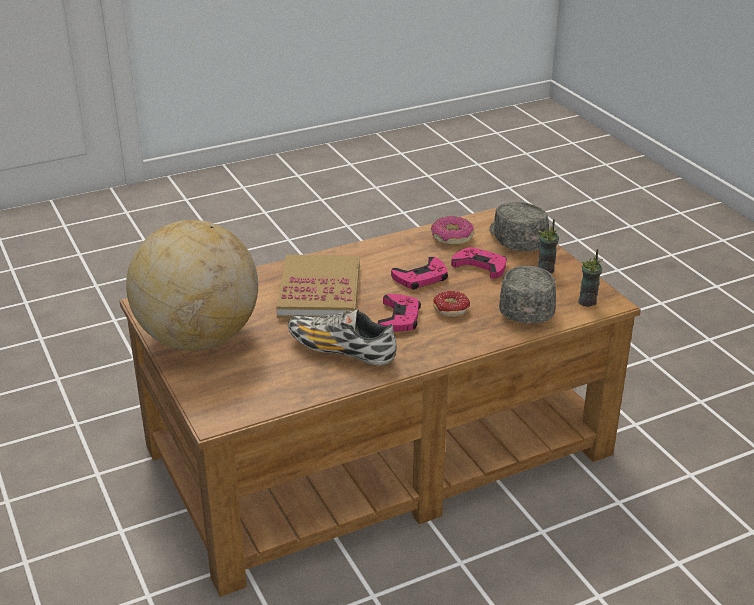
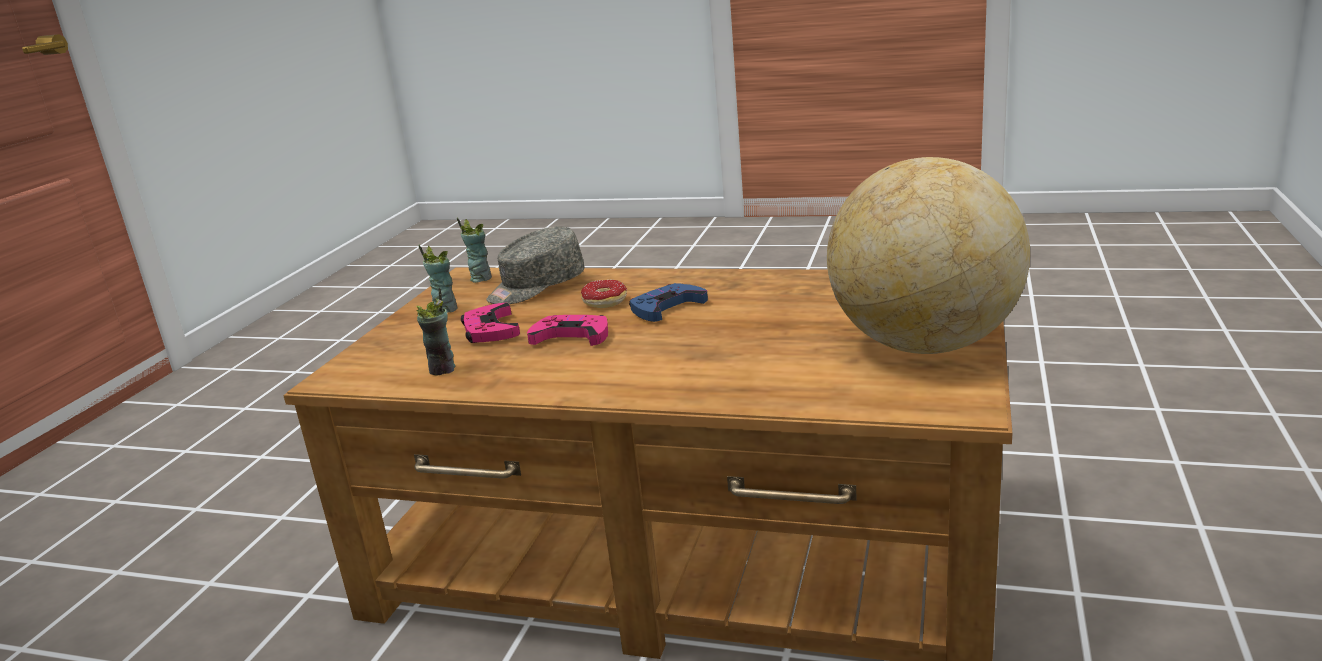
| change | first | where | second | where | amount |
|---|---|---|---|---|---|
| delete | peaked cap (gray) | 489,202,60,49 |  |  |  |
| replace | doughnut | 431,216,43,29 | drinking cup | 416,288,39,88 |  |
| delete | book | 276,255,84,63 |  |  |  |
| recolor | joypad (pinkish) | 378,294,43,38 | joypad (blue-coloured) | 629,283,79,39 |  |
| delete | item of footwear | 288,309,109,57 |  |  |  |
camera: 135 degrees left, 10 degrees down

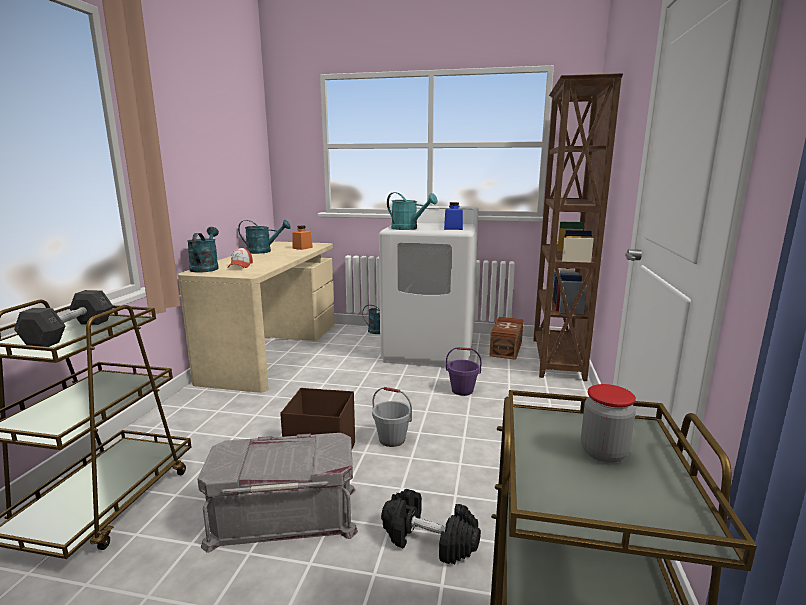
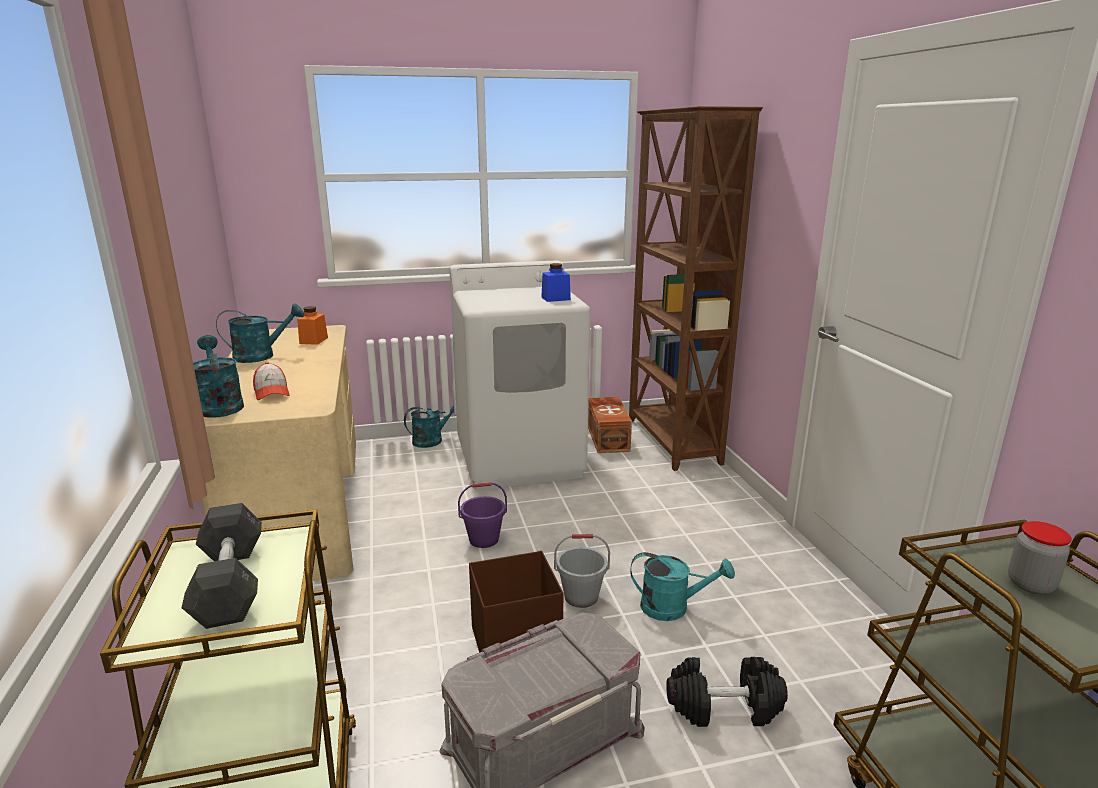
| change | first | where | second | where | amount |
|---|---|---|---|---|---|
| move | watering can (turquoise-coloured) | 387,192,51,38 |  | 630,552,105,69 |  |
| move | bucket (purple-coloured) | 446,347,36,49 |  | 458,482,49,66 |  |
camera: 25 degrees left, 5 degrees up

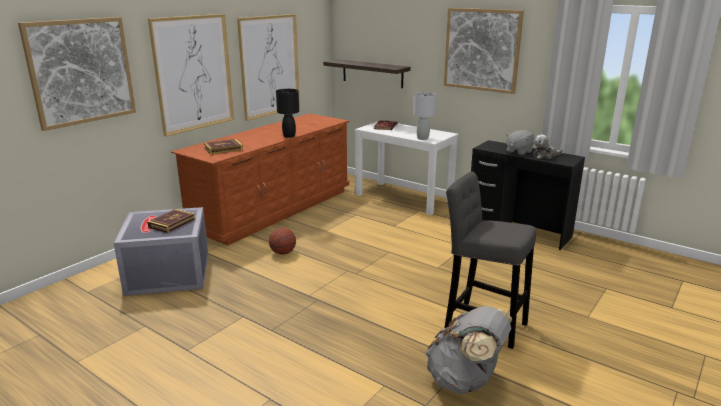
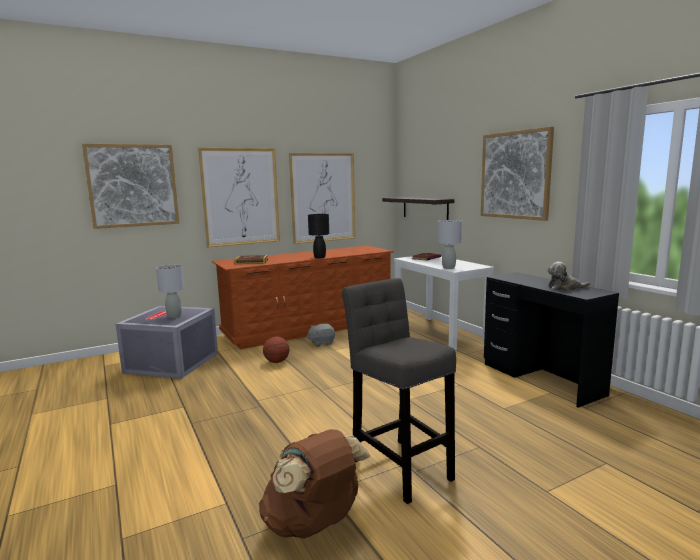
| change | first | where | second | where | amount |
|---|---|---|---|---|---|
| move | cuddly toy (gray) | 506,130,29,25 |  | 307,324,28,22 |  |
| replace | book | 147,209,49,24 | tabletop lamp (gray) | 156,265,28,53 |  |
| recolor | backpack (gray) | 426,306,86,88 | backpack (brownish) | 259,429,111,110 |  |
camera: 25 degrees right, 10 degrees down

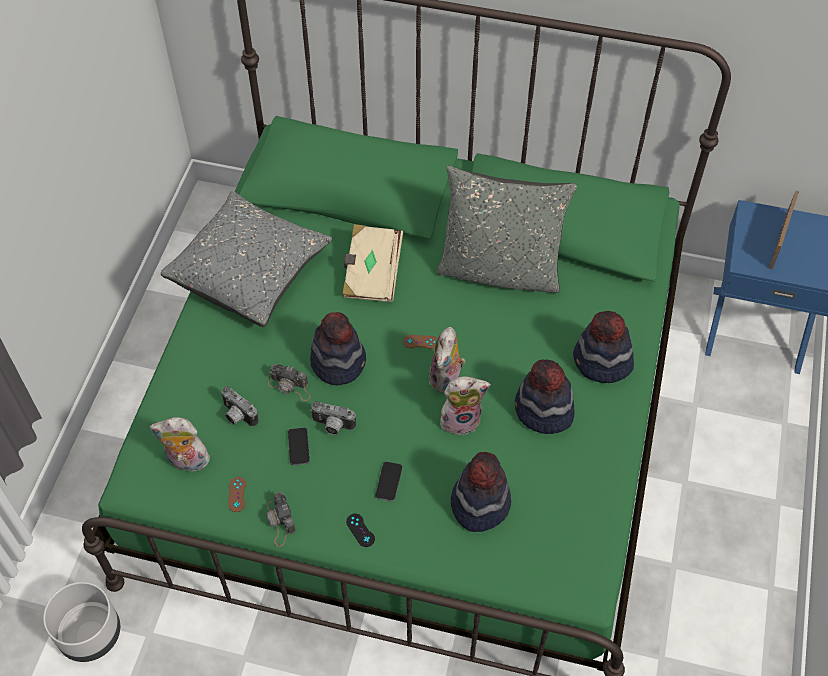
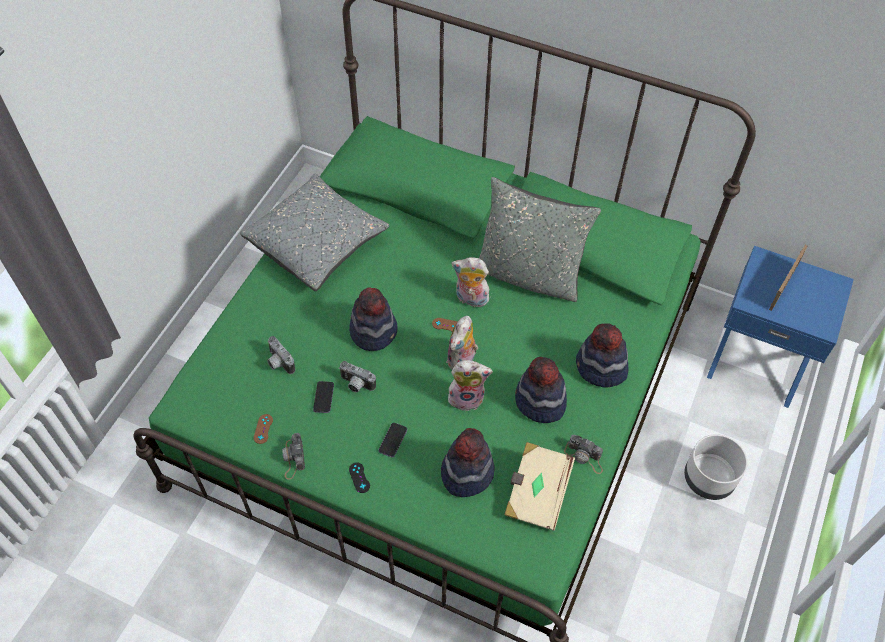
| change | first | where | second | where | amount |
|---|---|---|---|---|---|
| move | book (beige-coloured) | 342,224,61,78 |  | 504,442,71,89 |  |
| move | still camera | 268,364,43,37 |  | 564,435,39,39 |  |
| move | cuddly toy | 149,417,61,58 |  | 452,257,37,50 |  |
| move | planter (gray) | 43,582,77,80 |  | 684,434,64,66 |  |
camera: 10 degrees right, 0 degrees up

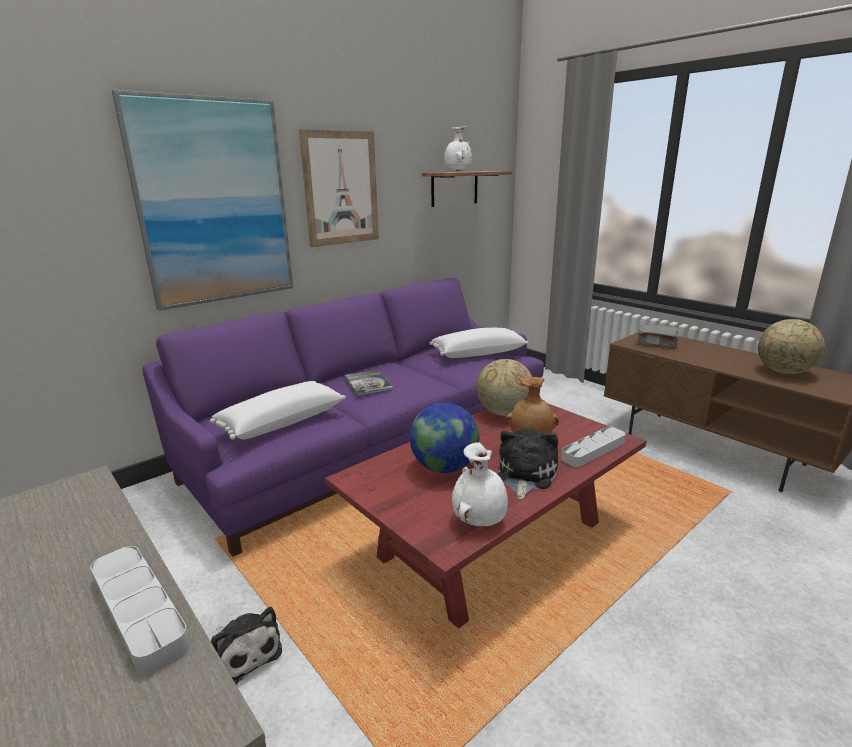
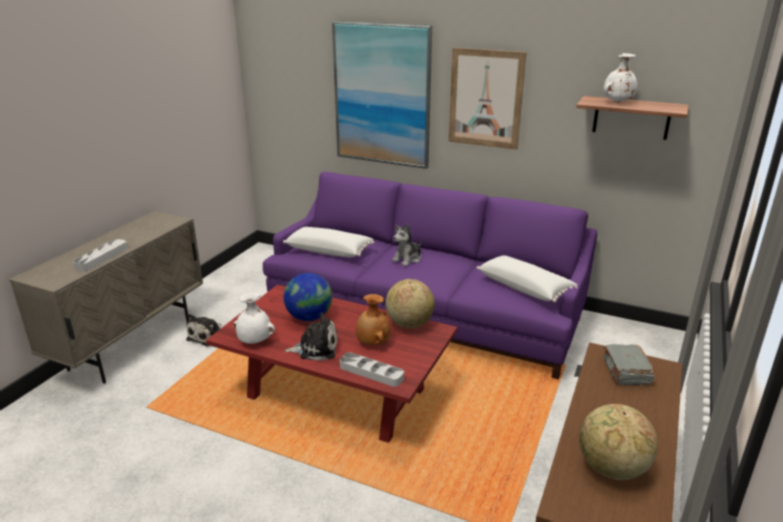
| change | first | where | second | where | amount |
|---|---|---|---|---|---|
| replace | book | 344,370,49,26 | cuddly toy | 392,224,30,42 |  |
camera: 65 degrees right, 5 degrees up

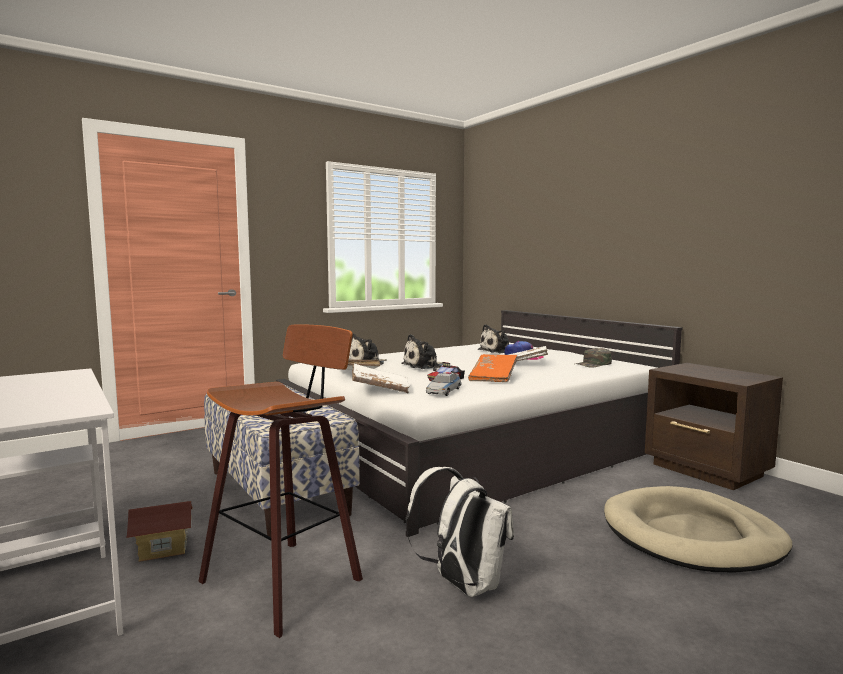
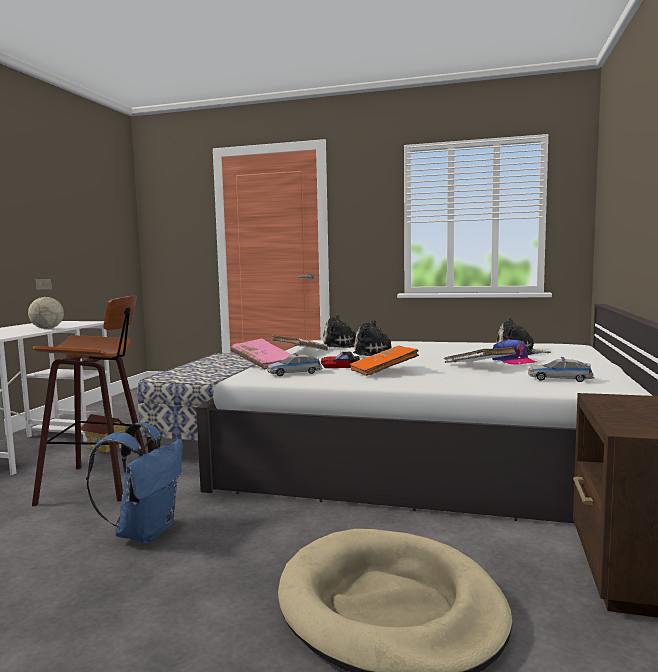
| change | first | where | second | where | amount |
|---|---|---|---|---|---|
| replace | peaked cap (greenish) | 576,348,36,20 | model car | 528,357,67,25 |  |
| recolor | book (whitish) | 352,364,58,29 | book (pinkish) | 231,338,61,31 |  |
| recolor | backpack (whitish) | 406,467,108,130 | backpack (blue-coloured) | 86,422,97,121 |  |
| insert |  |  | globe | 28,279,36,50 |  |
camera: 50 degrees right, 0 degrees up

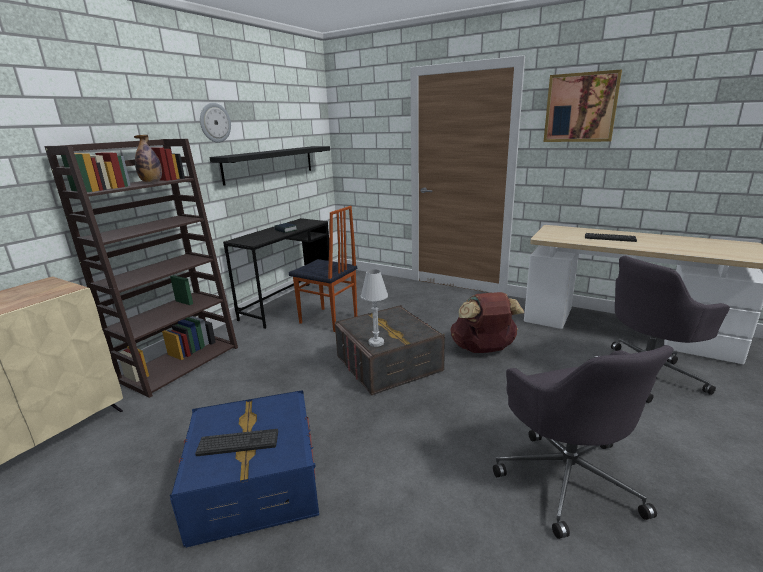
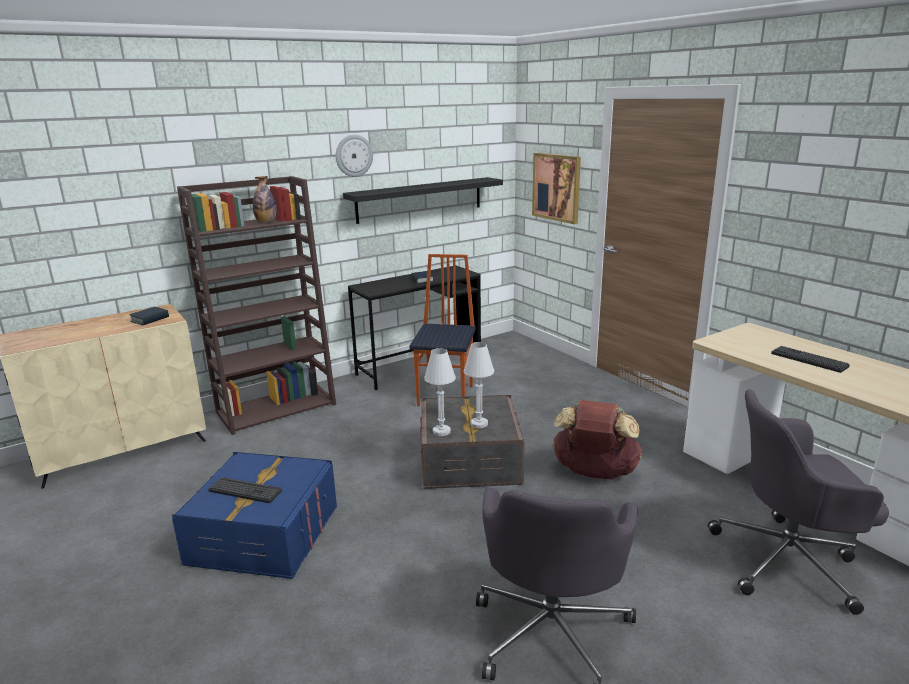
| change | first | where | second | where | amount |
|---|---|---|---|---|---|
| move | wall picture | 544,69,78,73 |  | 532,153,49,71 |  |
| rotate | plain chair | 289,206,68,126 |  | 409,254,67,152 | 135 degrees counterclockwise |
| insert |  |  | book | 129,307,40,18 |  |
| insert |  |  | tabletop lamp (whitish) | 464,342,30,86 |  |
camera: 25 degrees right, 0 degrees up

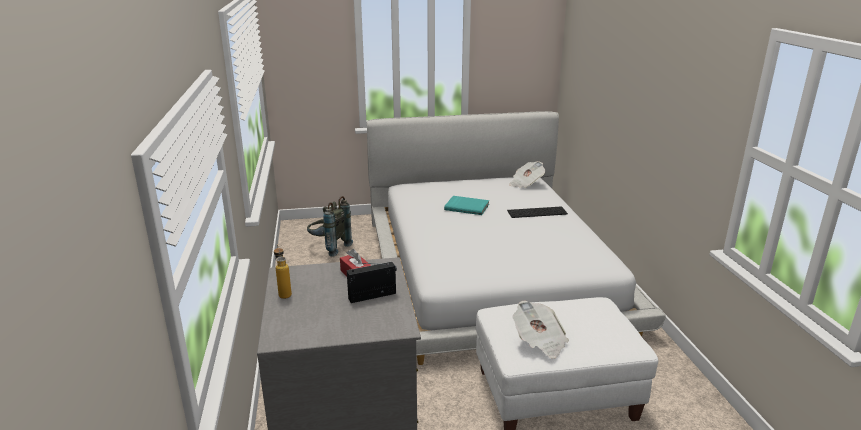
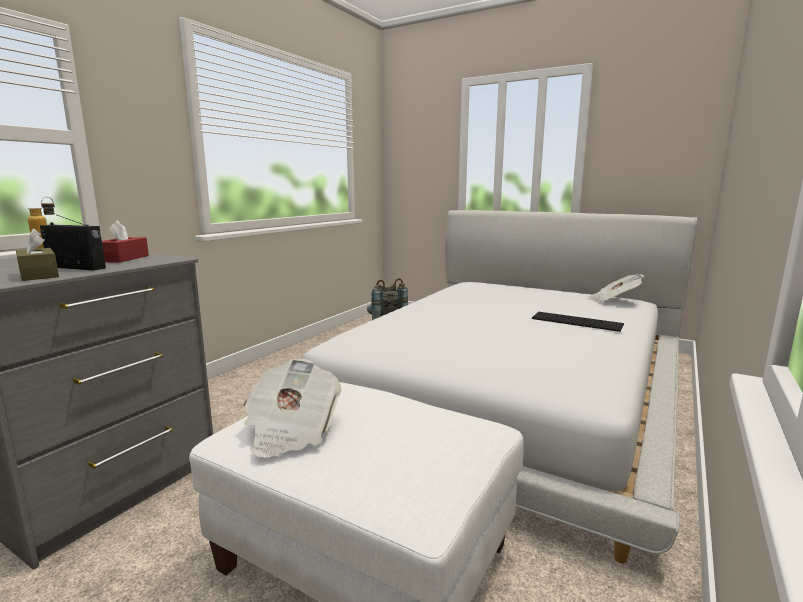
| change | first | where | second | where | amount |
|---|---|---|---|---|---|
| delete | book (turquoise-coloured) | 444,196,45,19 |  |  |  |
| insert |  |  | box of tissues (brownish) | 16,228,43,53 |  |
camera: 40 degrees right, 10 degrees down

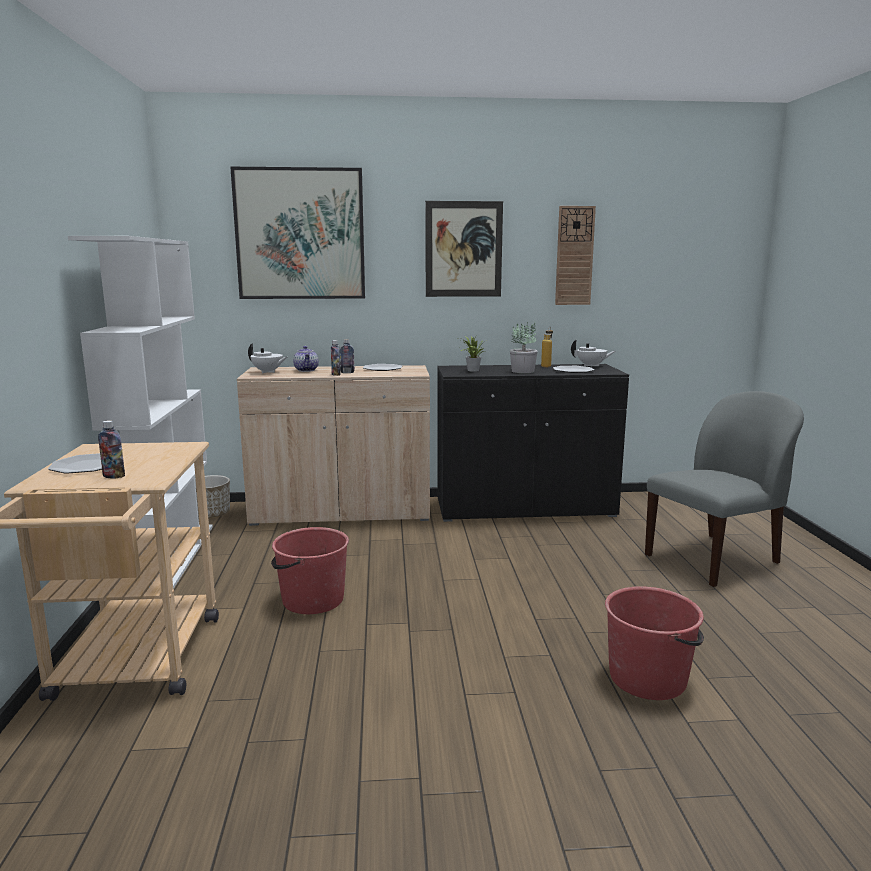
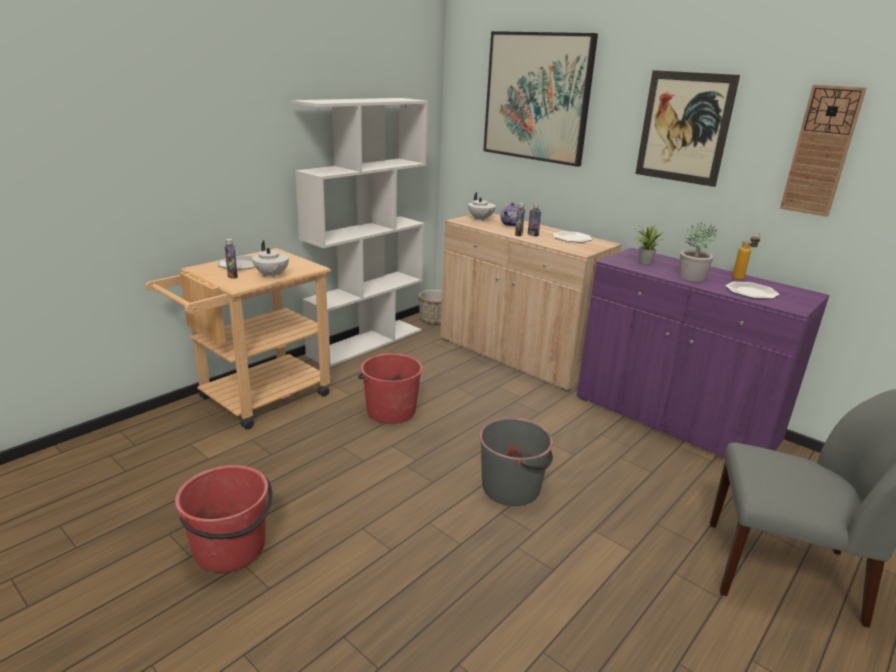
| change | first | where | second | where | amount |
|---|---|---|---|---|---|
| move | tea pot (whitish) | 571,340,45,27 |  | 252,240,37,38 |  |
| recolor | cupboard (blackish) | 437,364,192,158 | cupboard (purple-coloured) | 576,248,254,210 |  |
| move | bucket (red-coloured) | 605,586,99,114 |  | 175,465,98,108 |  |
| insert |  |  | bucket (gray) | 479,417,74,89 |  |
camera: 45 degrees right, 10 degrees up

